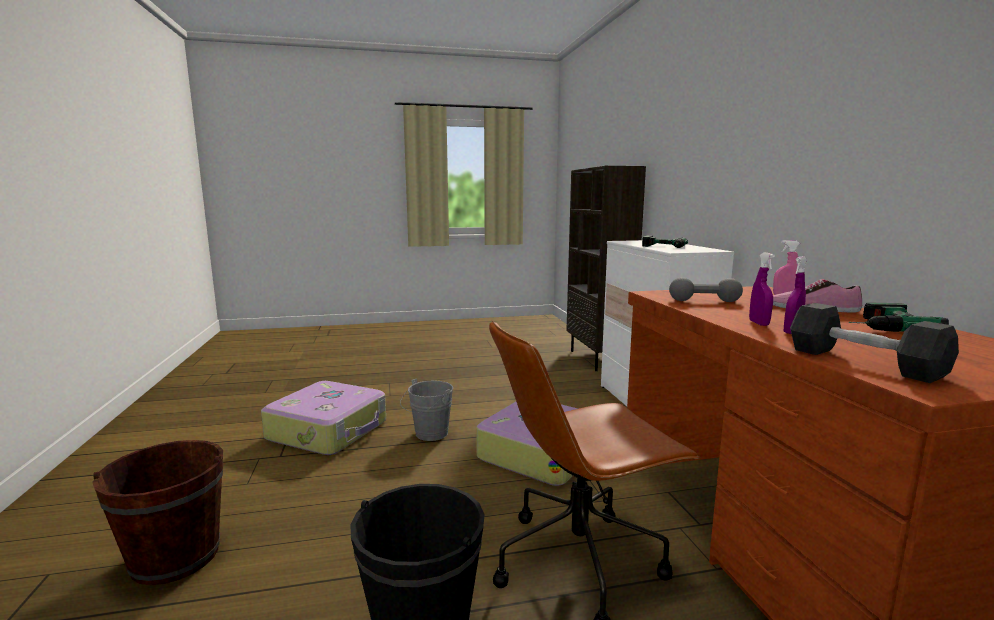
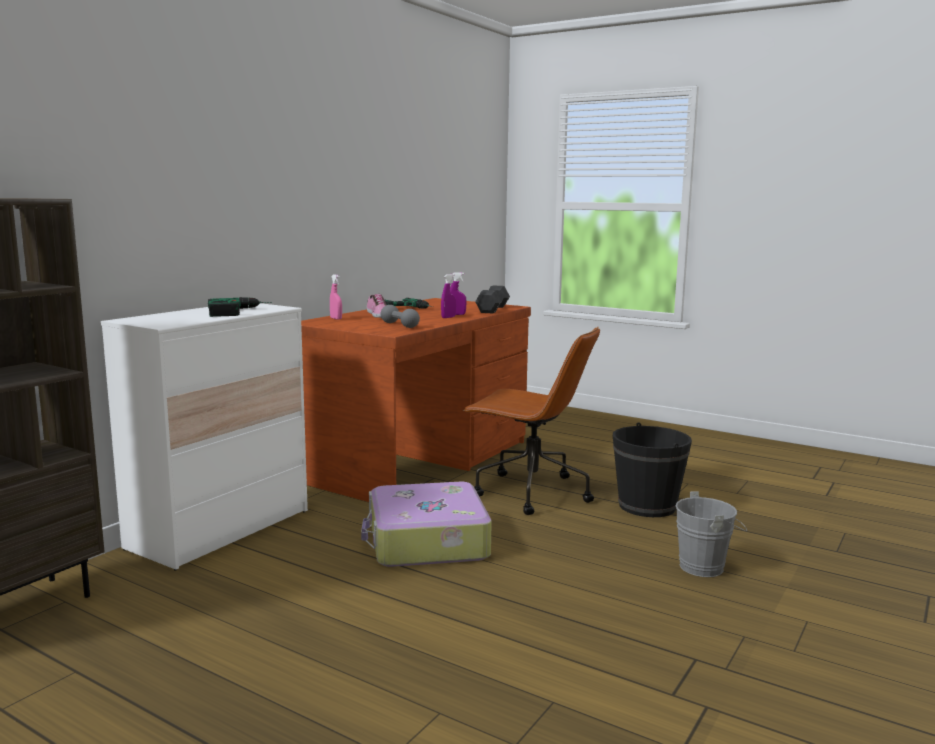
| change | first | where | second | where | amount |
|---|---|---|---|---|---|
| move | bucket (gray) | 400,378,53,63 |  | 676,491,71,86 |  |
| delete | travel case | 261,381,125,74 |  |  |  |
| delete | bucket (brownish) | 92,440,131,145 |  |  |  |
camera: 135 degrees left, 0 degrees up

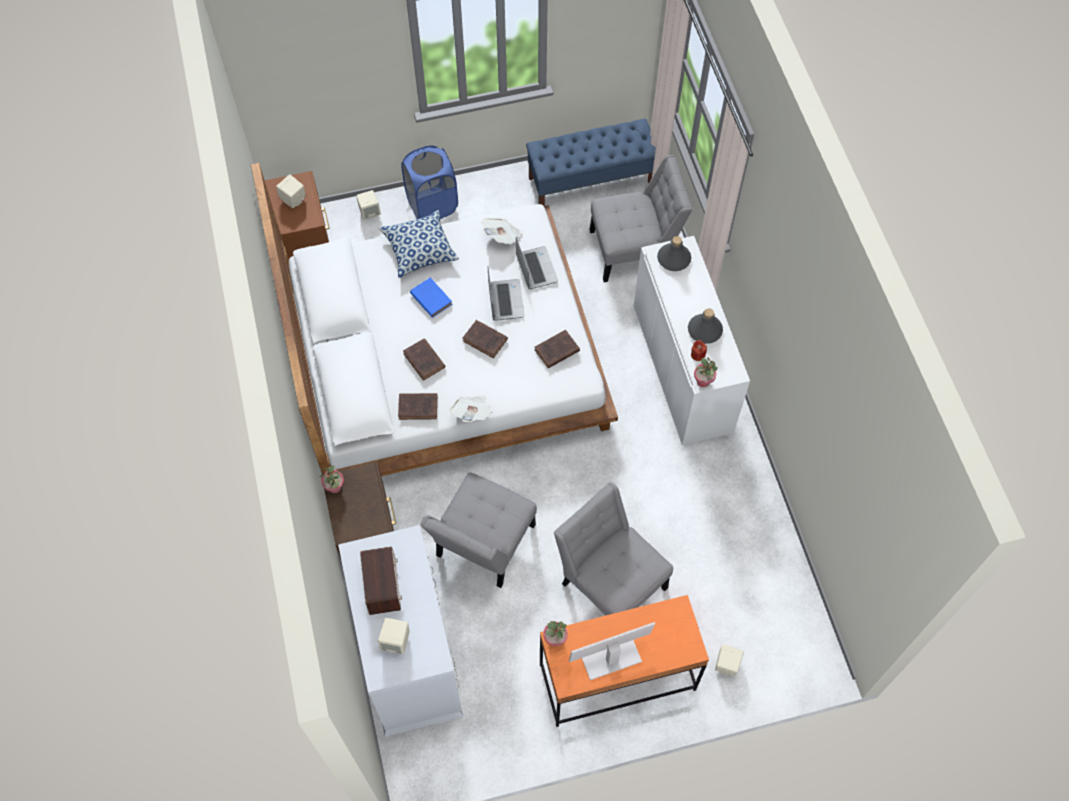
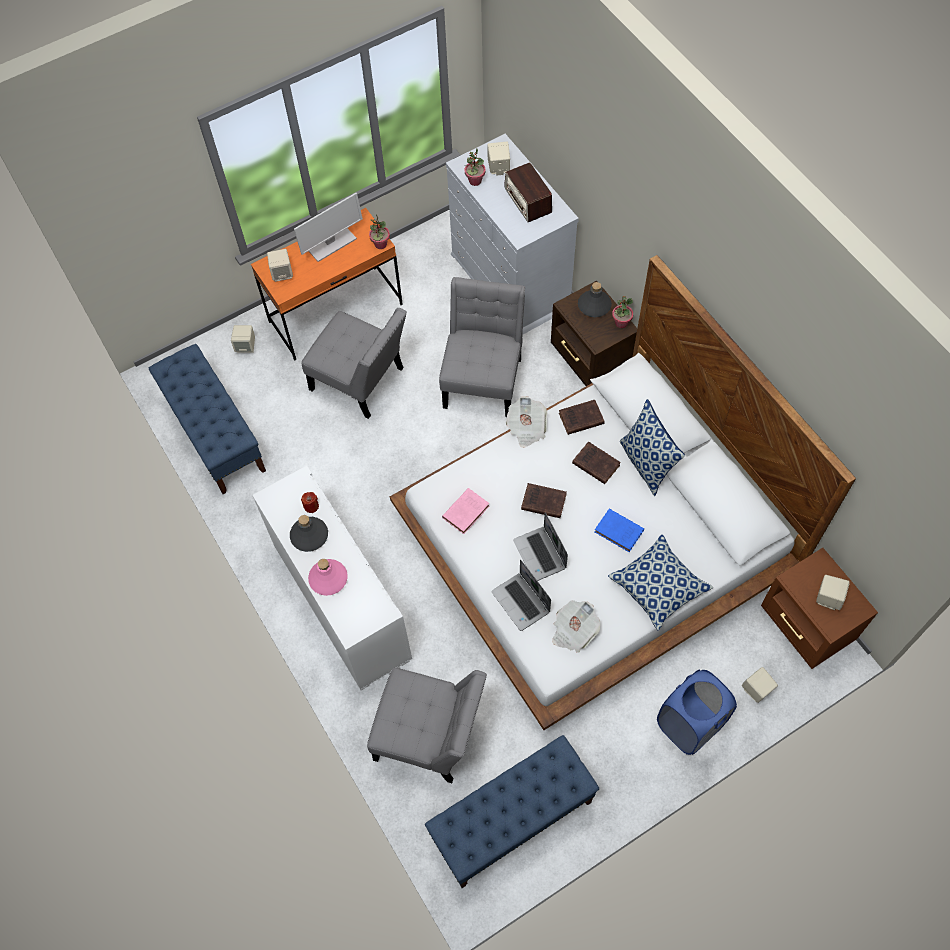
| change | first | where | second | where | amount |
|---|---|---|---|---|---|
| rotate | plain chair (gray) | 590,155,102,127 |  | 367,667,120,116 | 135 degrees counterclockwise |
| move | drink bottle (gray) | 657,236,34,35 |  | 578,282,34,35 |  |
| recolor | book (brownish) | 534,330,46,39 | book (pinkish) | 442,488,48,46 |  |
| move | plant in a pot | 694,358,24,29 |  | 465,148,21,38 |  |
| insert |  |  | loudspeaker (beige-coloured) | 267,249,26,33 |  |
| insert |  |  | bench (blue-coloured) | 149,344,117,150 |  |
| insert |  |  | throw pillow | 620,399,65,97 |  |
| insert |  |  | drink bottle (pinkish) | 308,559,40,37 |  |
camera: 165 degrees right, 0 degrees up

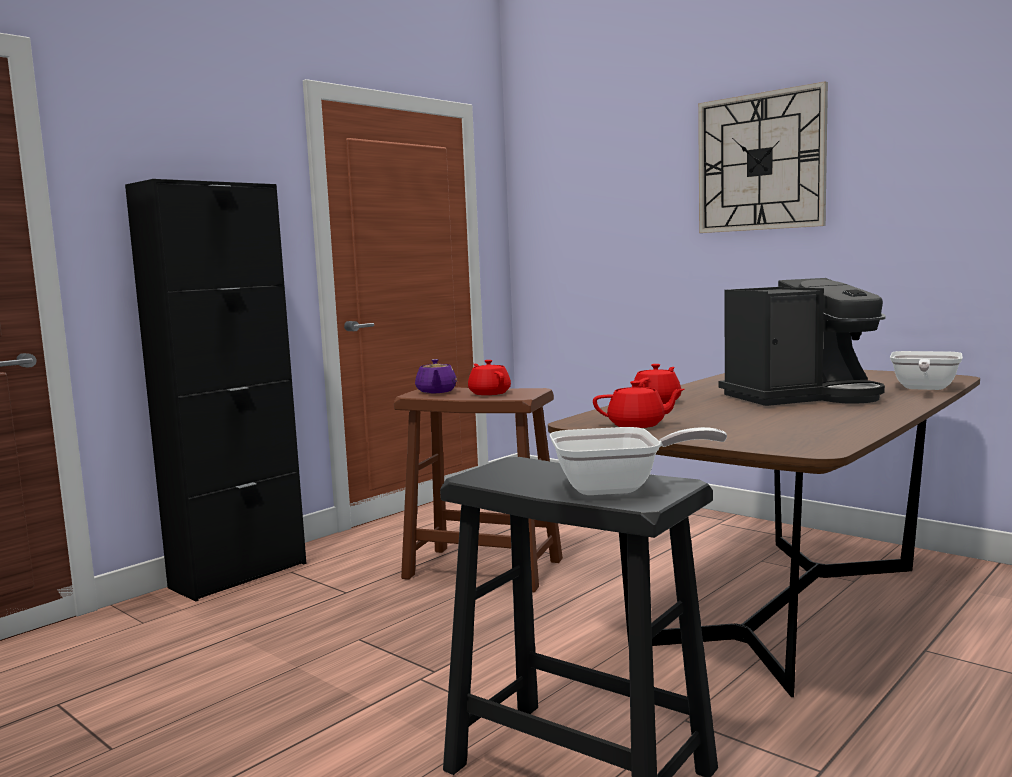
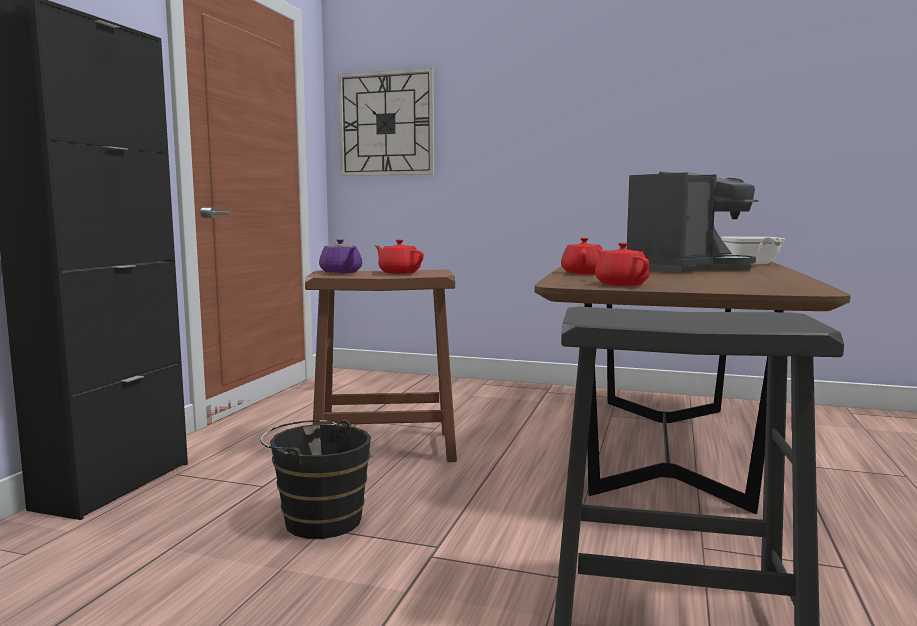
| change | first | where | second | where | amount |
|---|---|---|---|---|---|
| move | wall clock | 698,81,130,152 |  | 338,68,96,108 |  |
| rotate | tea pot (red-coloured) | 593,381,92,47 |  | 595,243,55,43 | 90 degrees counterclockwise |
| delete | frying pan | 549,427,178,68 |  |  |  |
| insert |  |  | bucket (blackish) | 260,420,111,119 |  |
camera: 25 degrees left, 0 degrees up

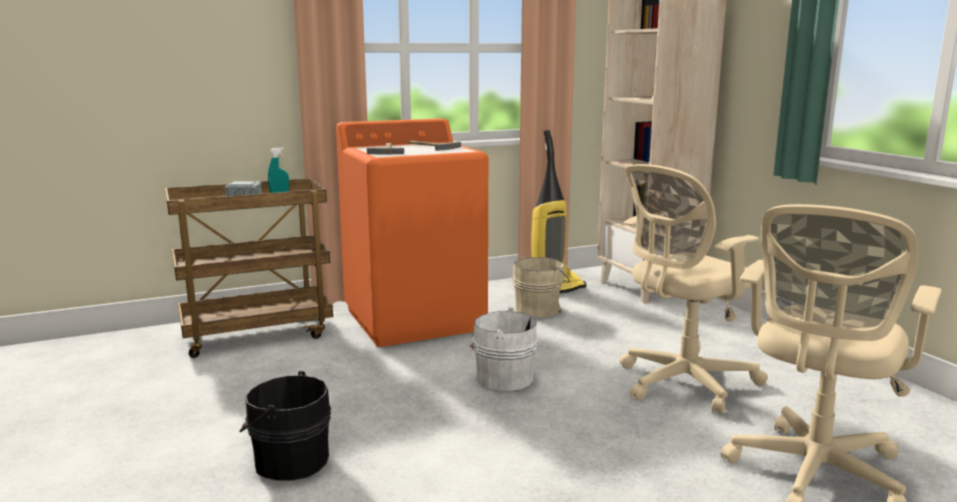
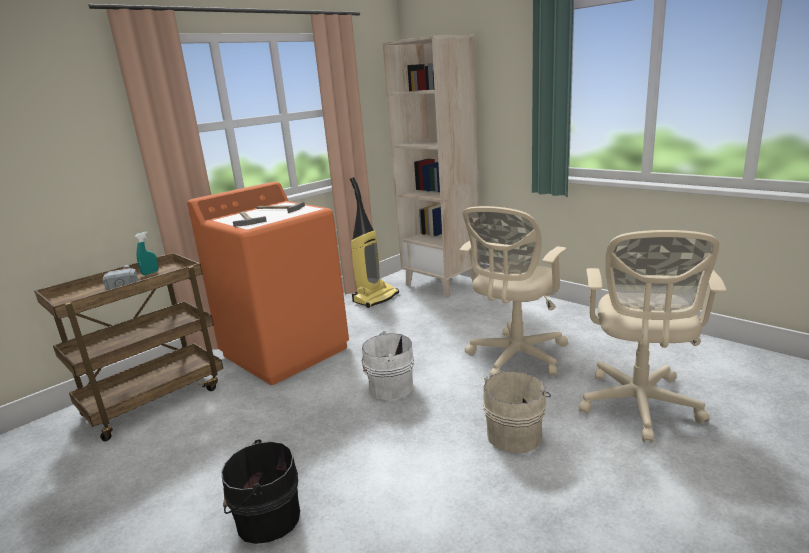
| change | first | where | second | where | amount |
|---|---|---|---|---|---|
| move | bucket (beige-coloured) | 512,256,58,62 |  | 483,371,68,82 |  |
camera: 20 degrees left, 5 degrees up

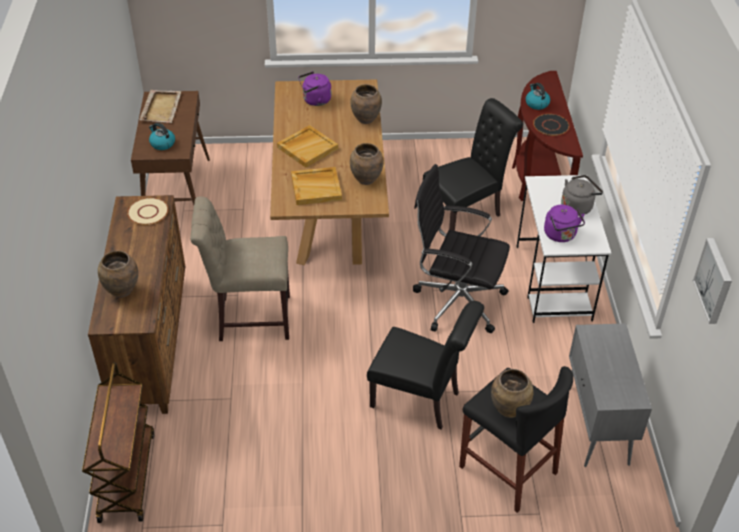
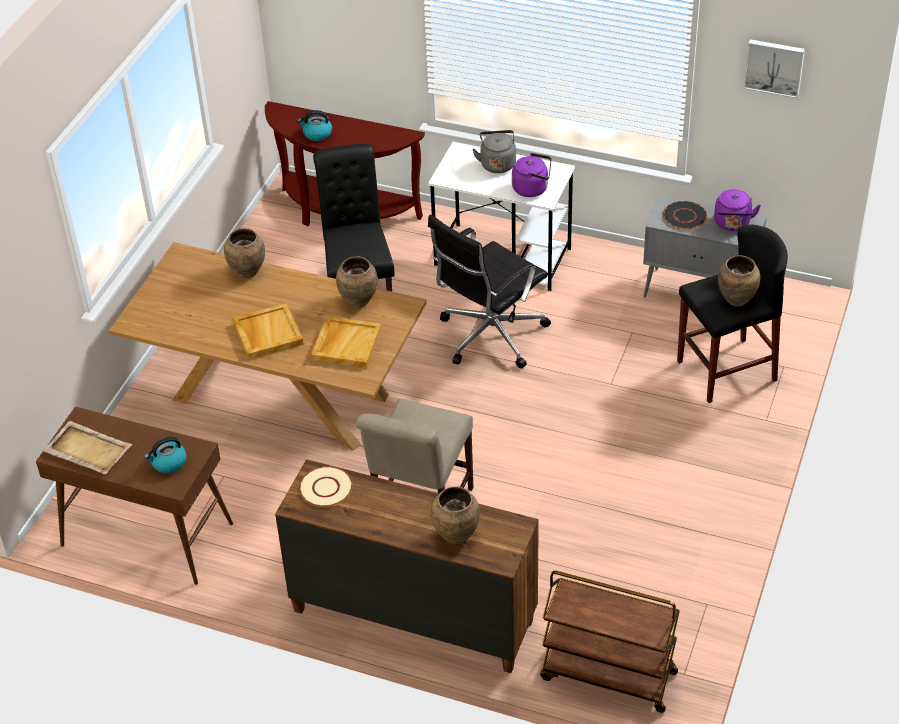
| change | first | where | second | where | amount |
|---|---|---|---|---|---|
| move | kettle (purple-coloured) | 298,71,33,35 |  | 714,189,47,42 |  |
| move | flat dish (blackish) | 533,114,36,22 |  | 663,201,45,29 |  |
| delete | plain chair (blackish) | 367,301,117,129 |  |  |  |
camera: 65 degrees left, 0 degrees up

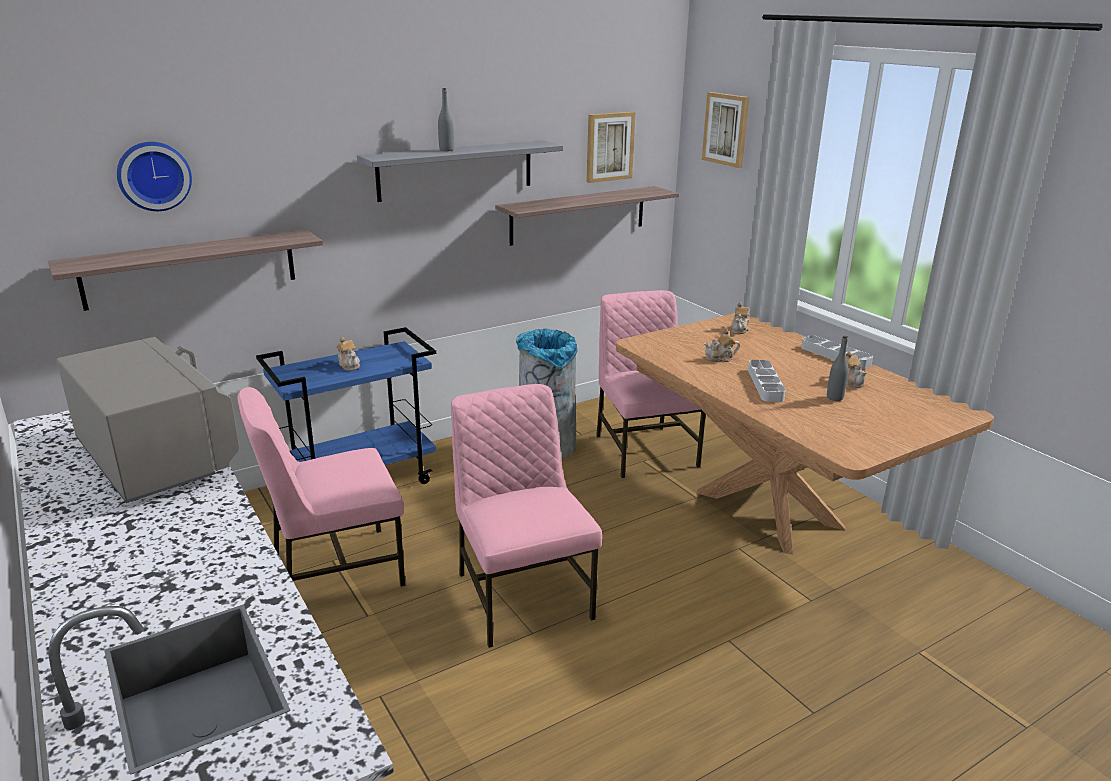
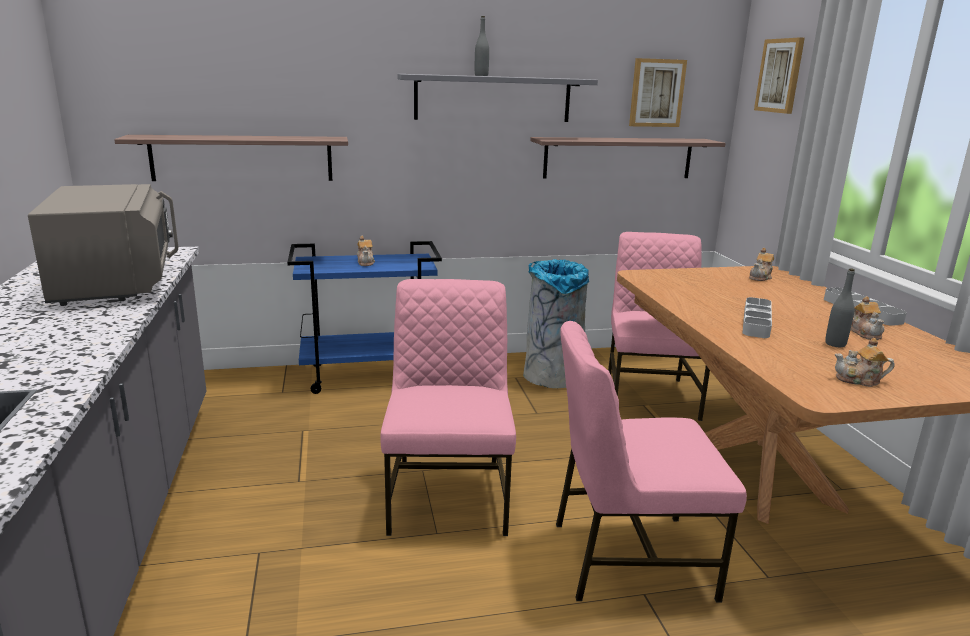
| change | first | where | second | where | amount |
|---|---|---|---|---|---|
| delete | wall clock | 117,142,75,69 |  |  |  |
| move | tea pot | 704,329,36,33 |  | 835,338,60,49 |  |
| move | plain chair (pinkish) | 238,387,167,200 |  | 556,321,191,281 |  |
camera: 20 degrees right, 5 degrees down

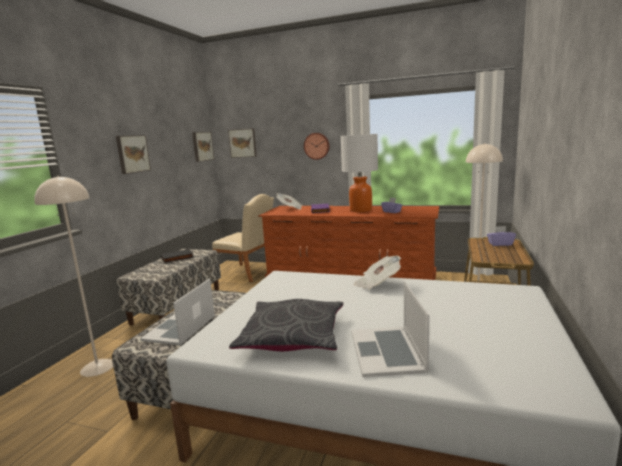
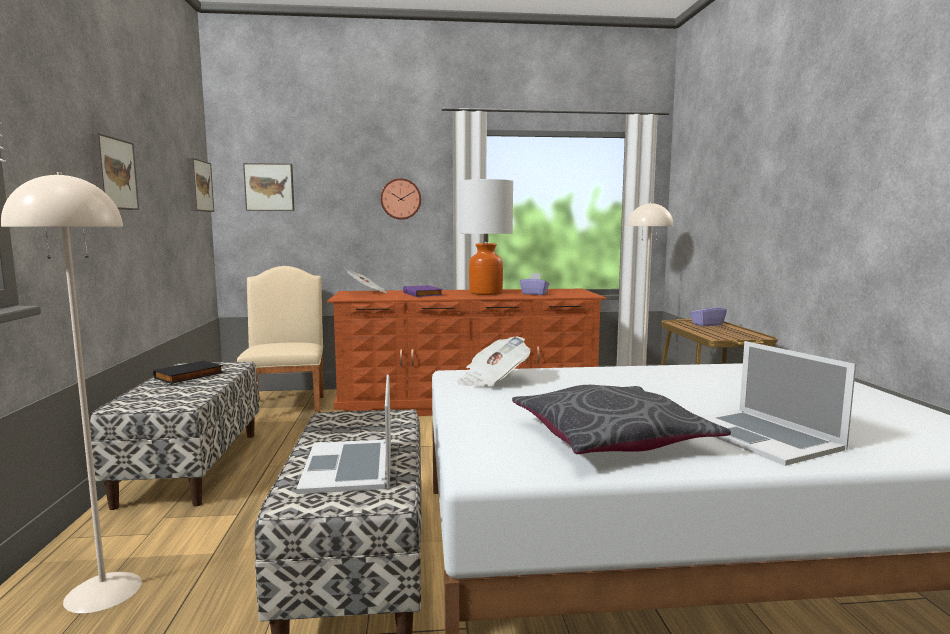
| change | first | where | second | where | amount |
|---|---|---|---|---|---|
| rotate | plain chair (beige-coloured) | 212,194,62,88 |  | 237,266,87,146 | 105 degrees counterclockwise |
| move | printed paper | 354,256,47,34 |  | 457,337,74,49 |  |
camera: 25 degrees left, 5 degrees down

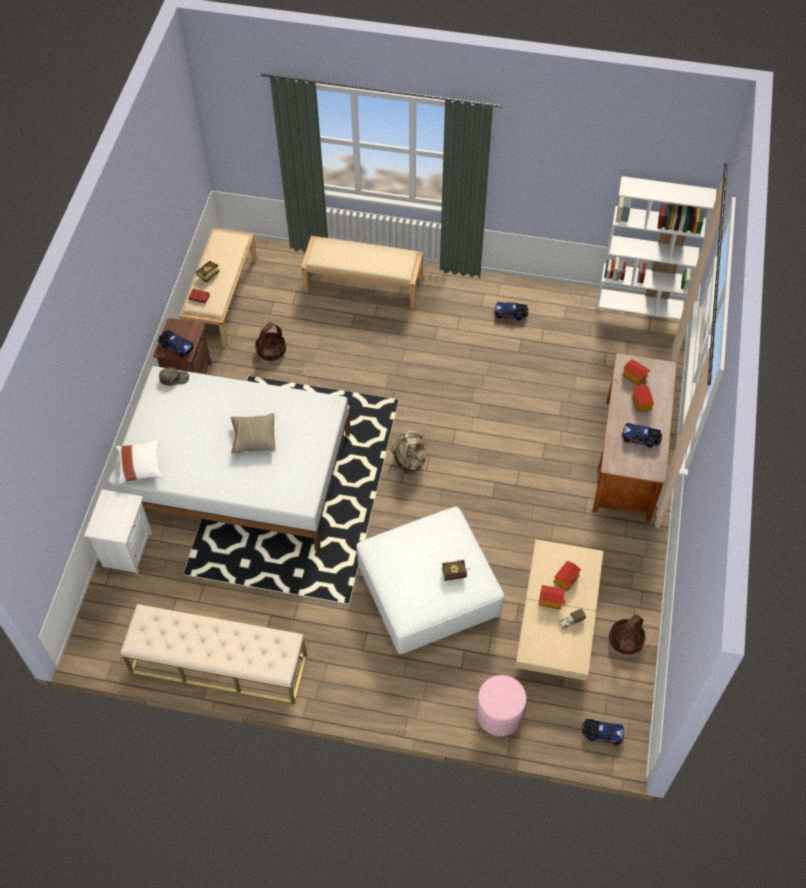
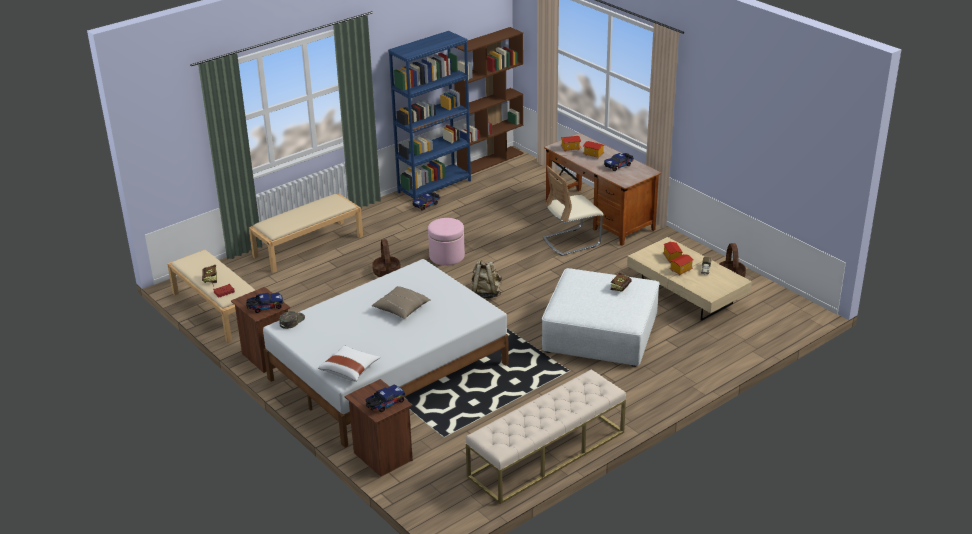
| change | first | where | second | where | amount |
|---|---|---|---|---|---|
| recolor | shelving unit (whitish) | 597,176,120,144 | shelving unit (brownish) | 454,27,69,147 |  |
| move | household basket | 255,322,31,39 |  | 372,239,29,38 |  |
| recolor | nightstand (whitish) | 84,489,68,85 | nightstand (brownish) | 345,379,68,98 |  |
| move | pouffe (pinkish) | 476,675,51,61 |  | 428,218,37,48 |  |
| move | toy lorry | 582,719,42,26 |  | 365,385,40,27 |  |
| insert |  |  | shelving unit (blue-coloured) | 388,31,83,169 |  |
| insert |  |  | plain chair (beige-coloured) | 543,165,60,91 |  |
camera: 50 degrees left, 25 degrees down

